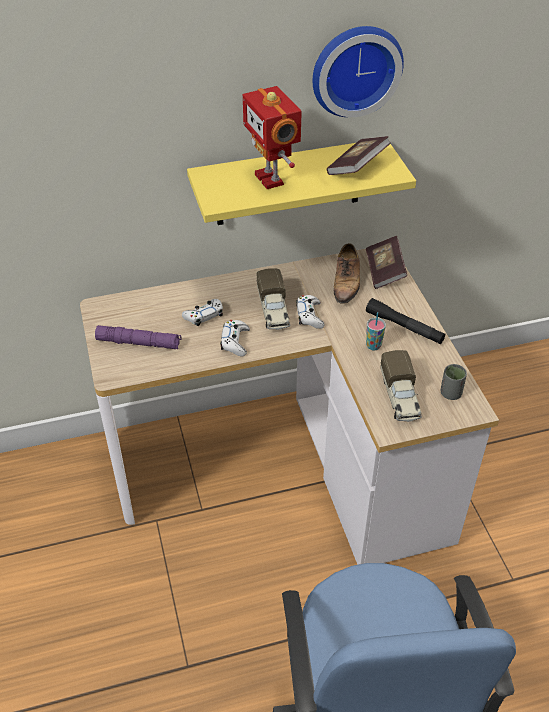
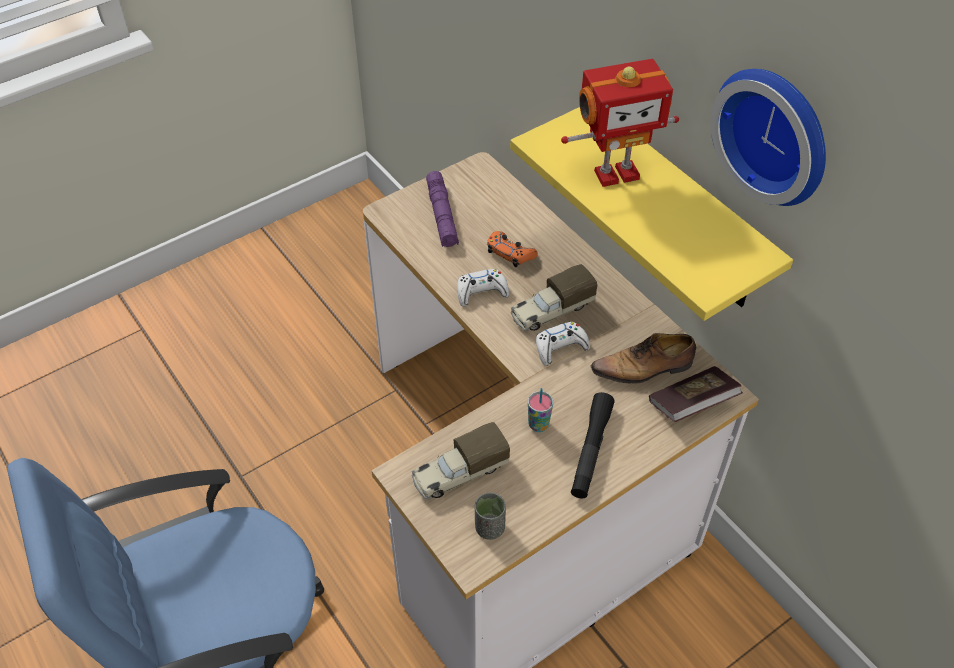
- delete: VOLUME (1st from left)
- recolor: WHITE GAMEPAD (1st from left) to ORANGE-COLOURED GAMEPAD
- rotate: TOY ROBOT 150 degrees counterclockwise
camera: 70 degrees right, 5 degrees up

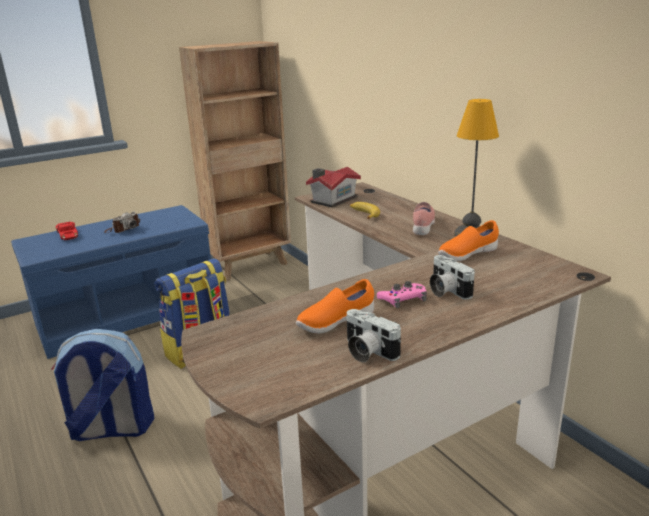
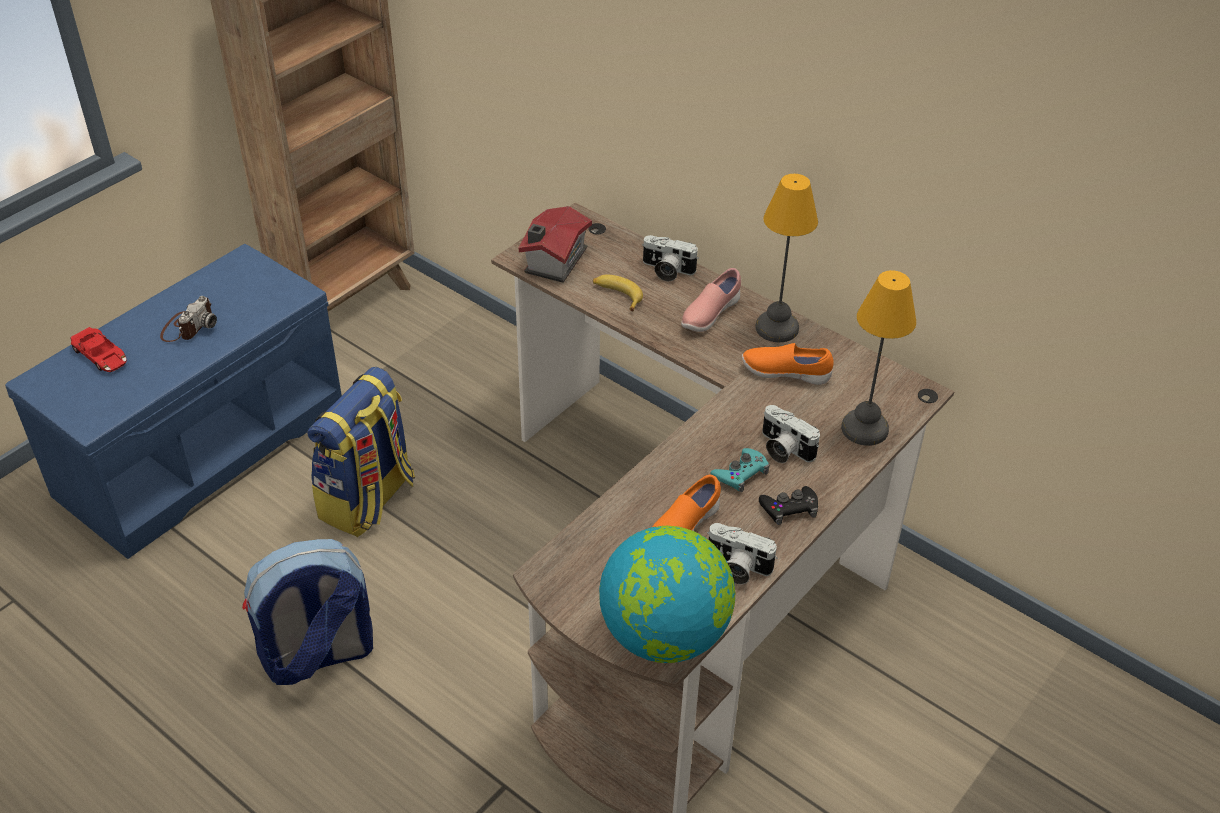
- insert: GLOBE
- insert: STILL CAMERA (2nd from left)
- insert: BLACKISH GAMEPAD
- insert: LAMP FOR A TABLE (2nd from left)
- recolor: PINK GAMEPAD to TURQUOISE GAMEPAD
- rotate: PINK ITEM OF FOOTWEAR 135 degrees counterclockwise
- rotate: ORANGE-COLOURED ITEM OF FOOTWEAR (2nd from left) 60 degrees clockwise
camera: 20 degrees left, 20 degrees up

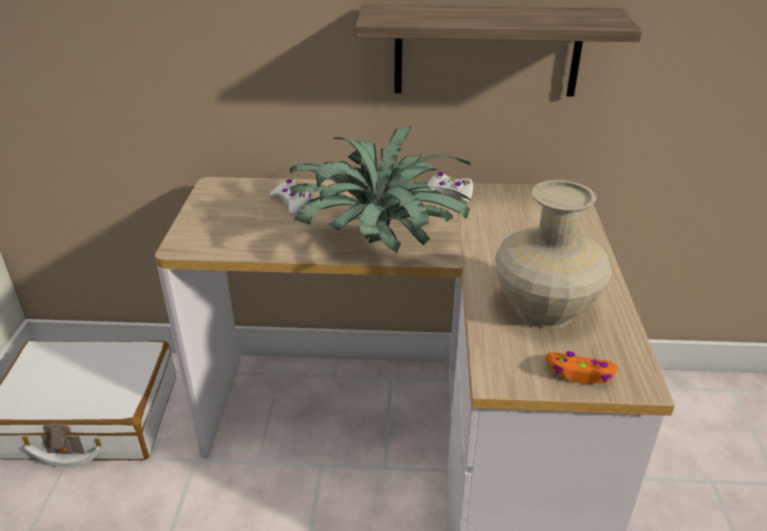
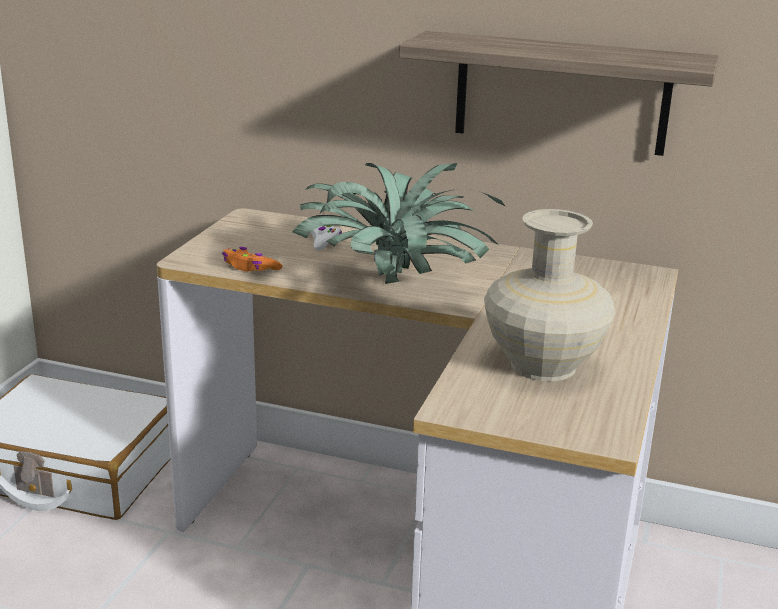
- delete: WHITE GAMEPAD (2nd from left)
- move: ORANGE-COLOURED GAMEPAD
camera: 15 degrees right, 10 degrees down

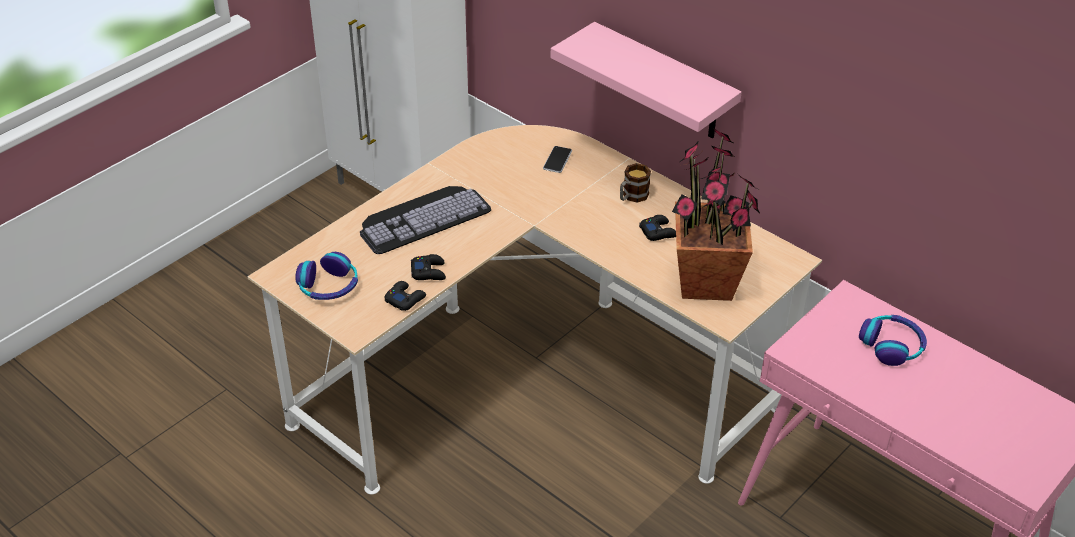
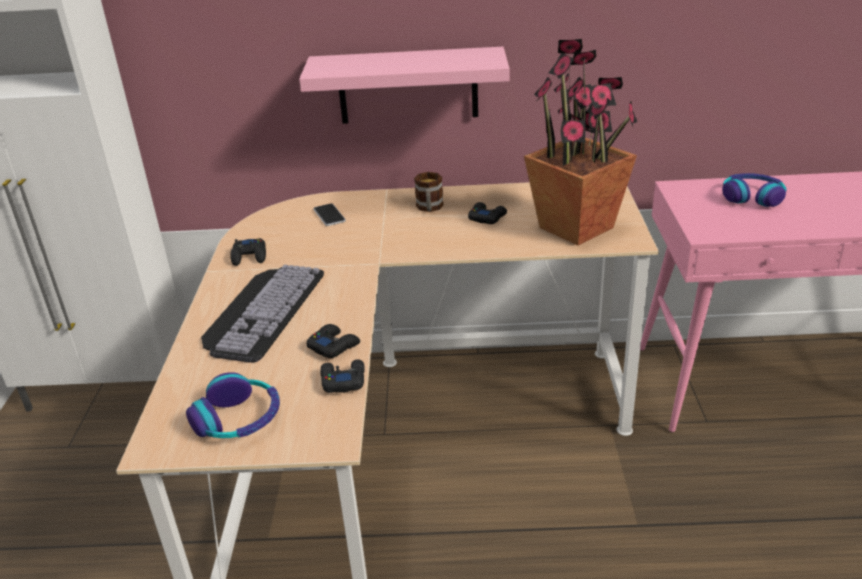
- insert: BLACKISH GAMEPAD (1st from left)
camera: 40 degrees left, 10 degrees down

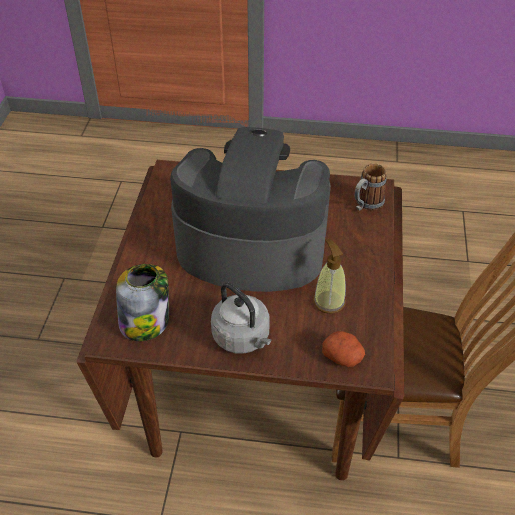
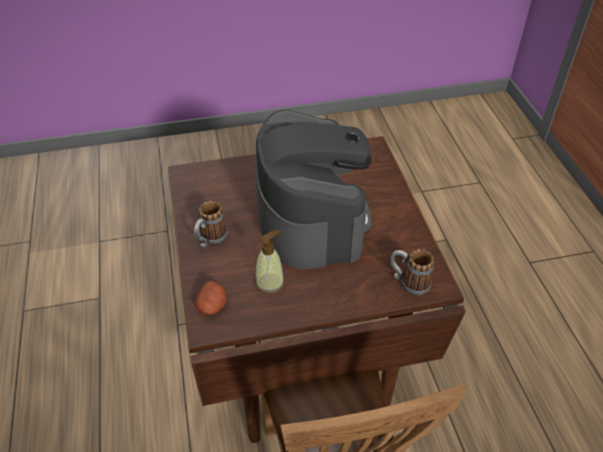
- delete: JAR
- replace: GRAY WATER KETTLE to TEA MUG (1st from left)
camera: 70 degrees right, 0 degrees up

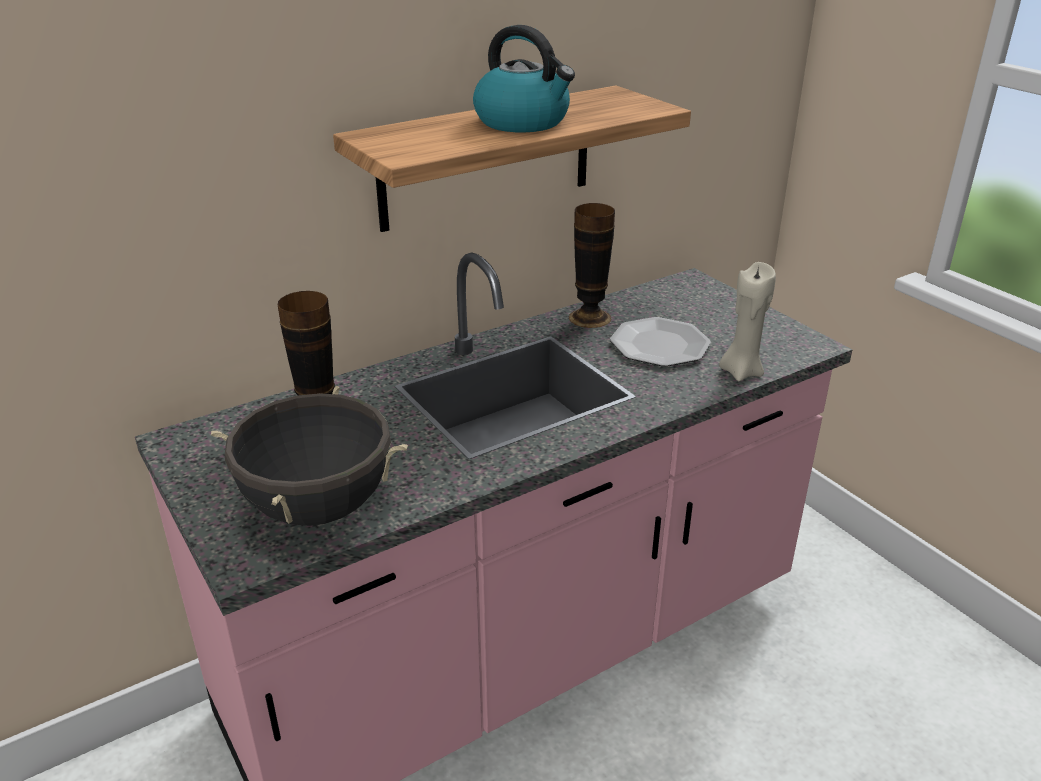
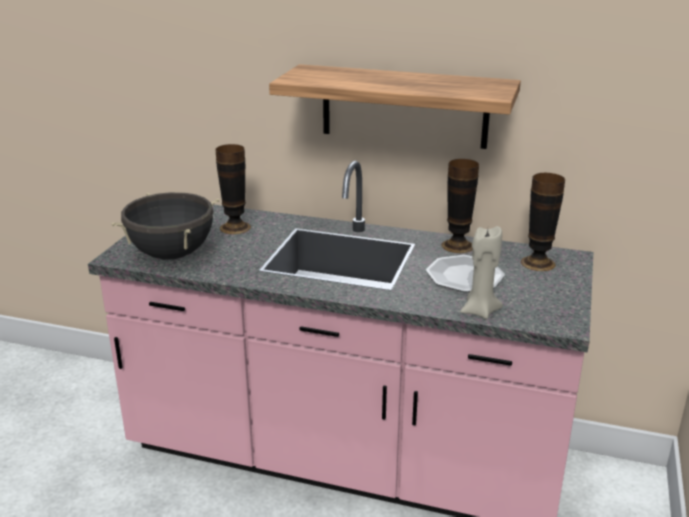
- delete: WATER KETTLE
- insert: DECORATIVE VASE (3rd from left)
camera: 50 degrees right, 5 degrees down

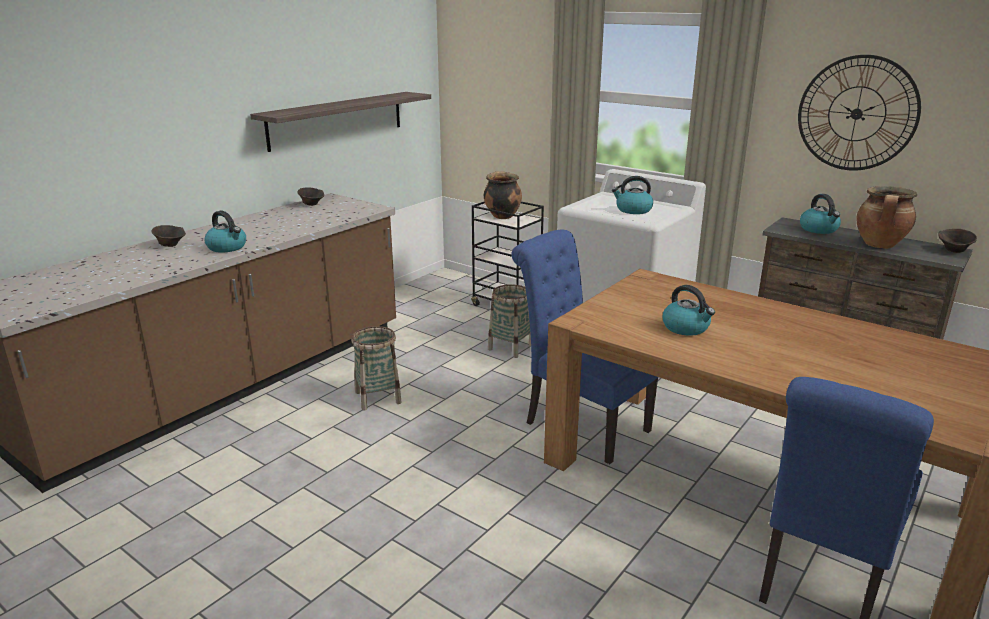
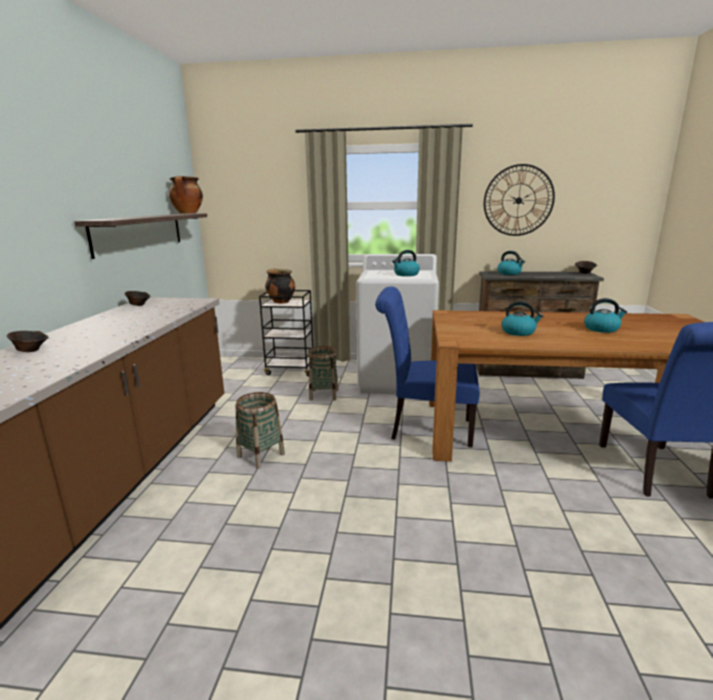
- move: WATER KETTLE (1st from left in the first image) to WATER KETTLE (4th from left)
- move: COOKING POT (2nd from left in the first image) to COOKING POT (1st from left)
camera: 30 degrees left, 5 degrees down

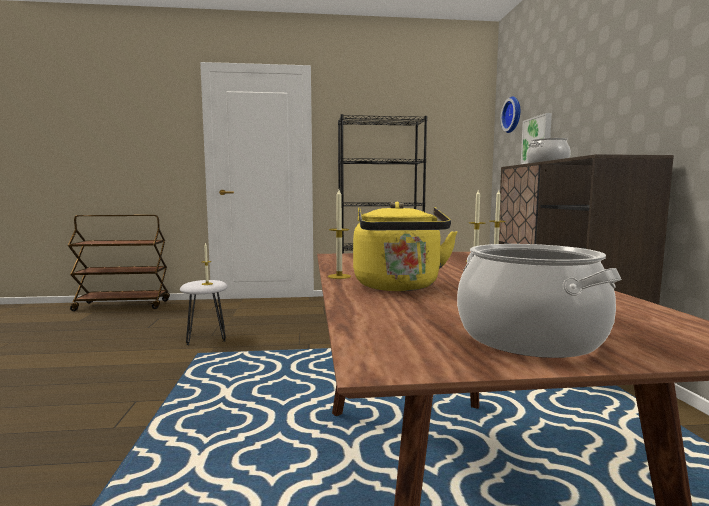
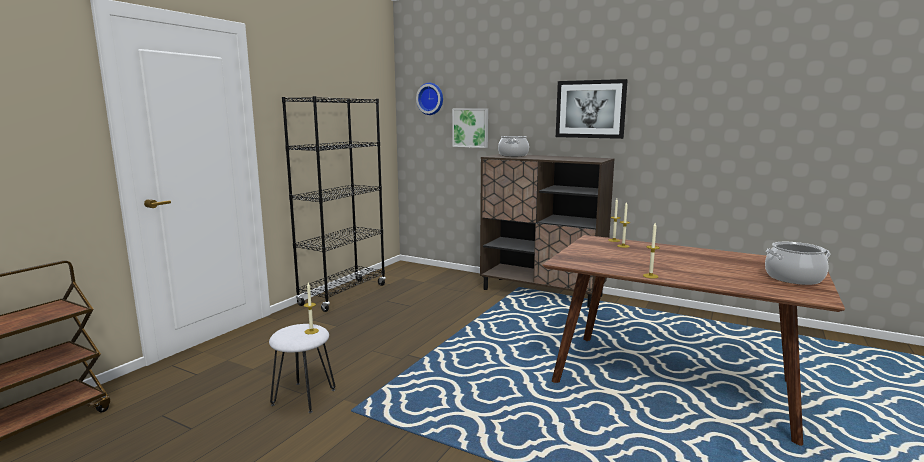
- delete: YELLOW-COLOURED WATER KETTLE
- insert: WALL ART (2nd from left)
camera: 55 degrees left, 5 degrees up

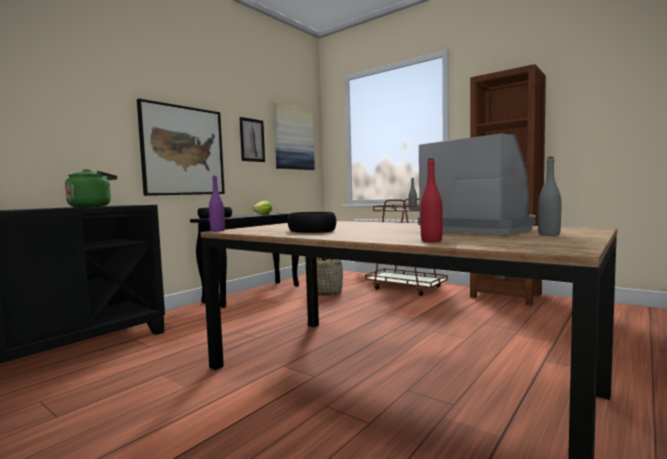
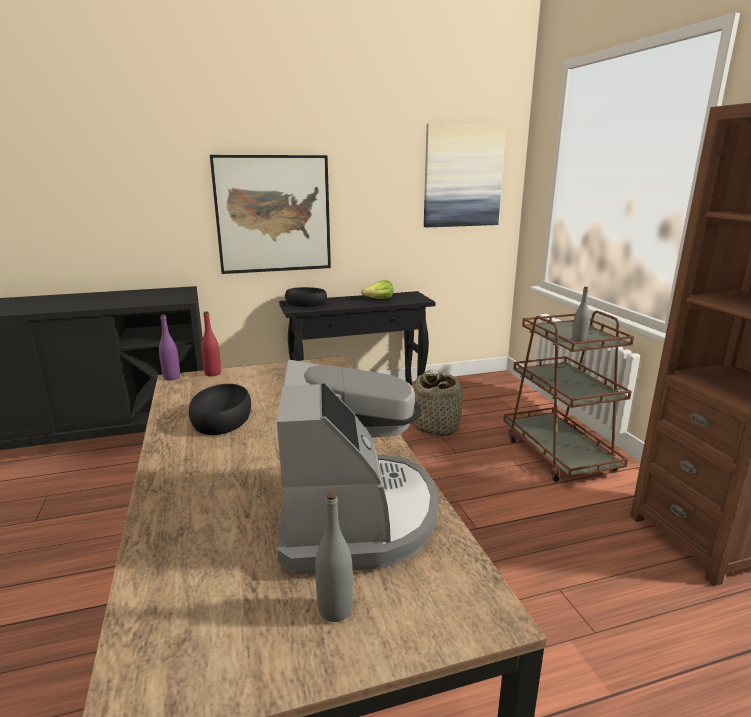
- delete: GREENISH WATER KETTLE
- delete: WALL ART (2nd from left)
- move: REDDISH BEVERAGE BOTTLE
camera: 35 degrees right, 15 degrees up

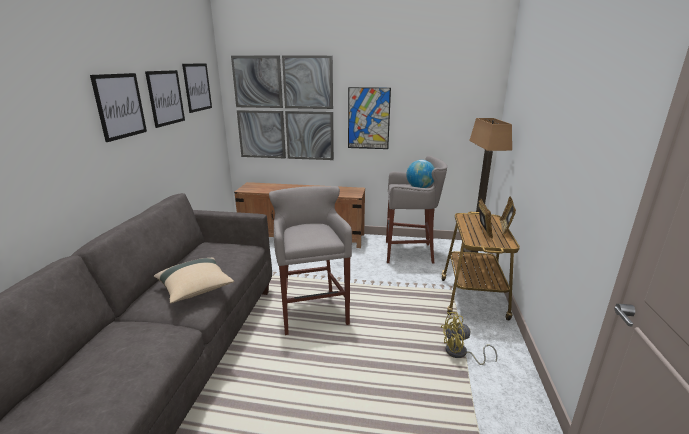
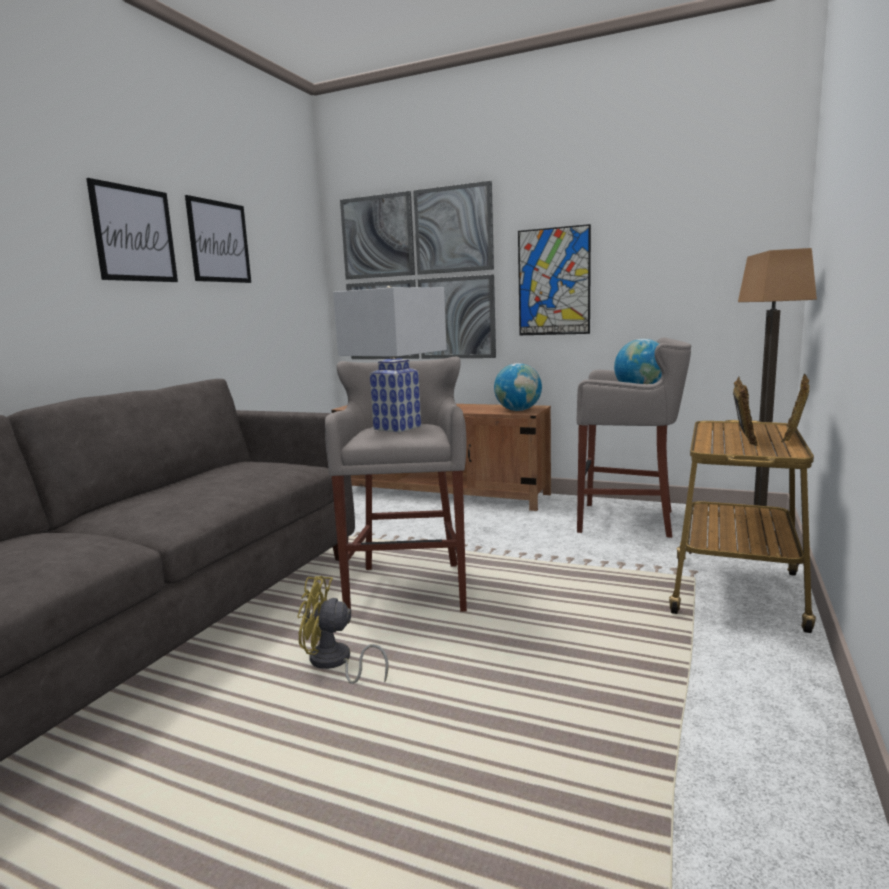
- delete: SAND-COLOURED CUSHION
- delete: WALL ART (3rd from left)
- insert: WHITE LAMP FOR A TABLE
- insert: GLOBE (1st from left)
- move: YELLOW-COLOURED ELECTRIC FAN
camera: 15 degrees right, 10 degrees down

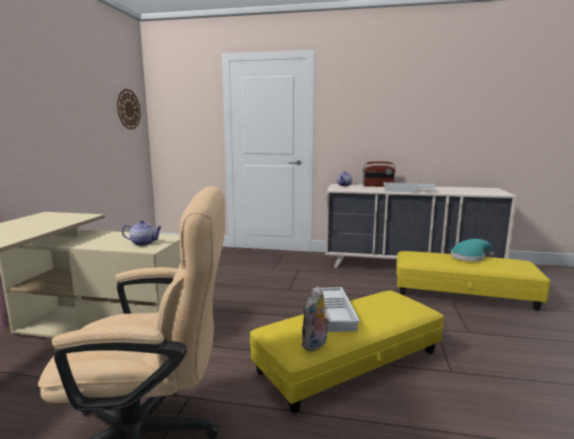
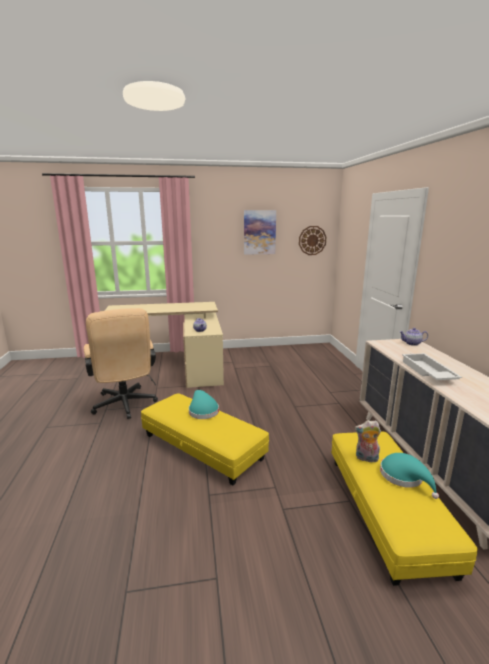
- delete: RADIO
- insert: WALL ART
- move: CUDDLY TOY
- replace: WHITE TRAY (1st from left) to TURQUOISE CLOTHING HAT (1st from left)
camera: 70 degrees right, 5 degrees up

